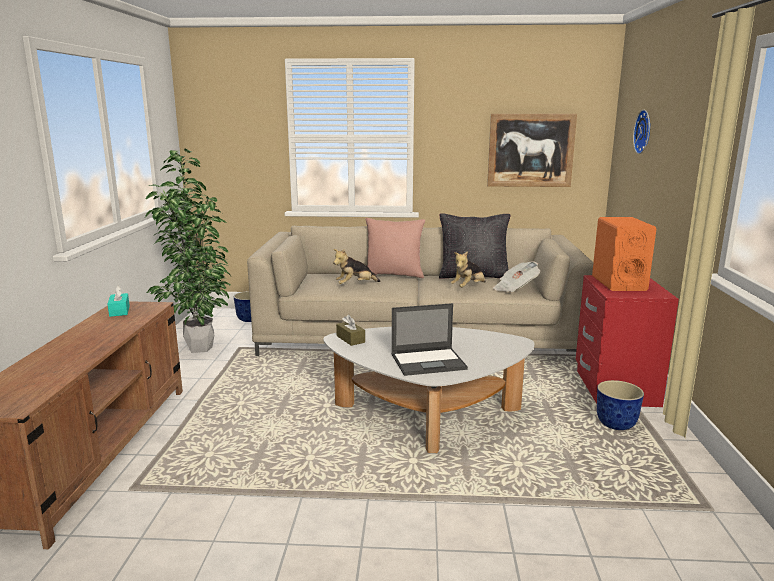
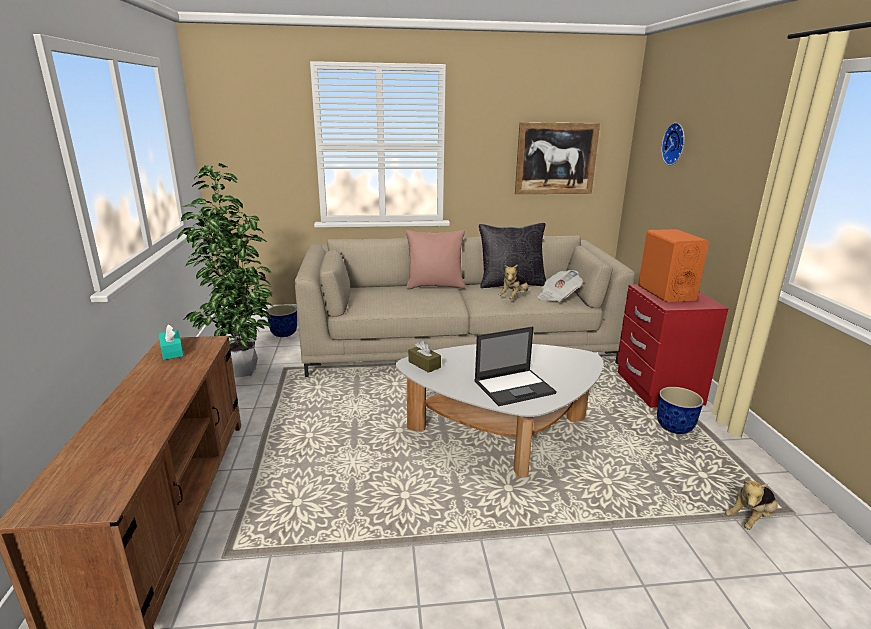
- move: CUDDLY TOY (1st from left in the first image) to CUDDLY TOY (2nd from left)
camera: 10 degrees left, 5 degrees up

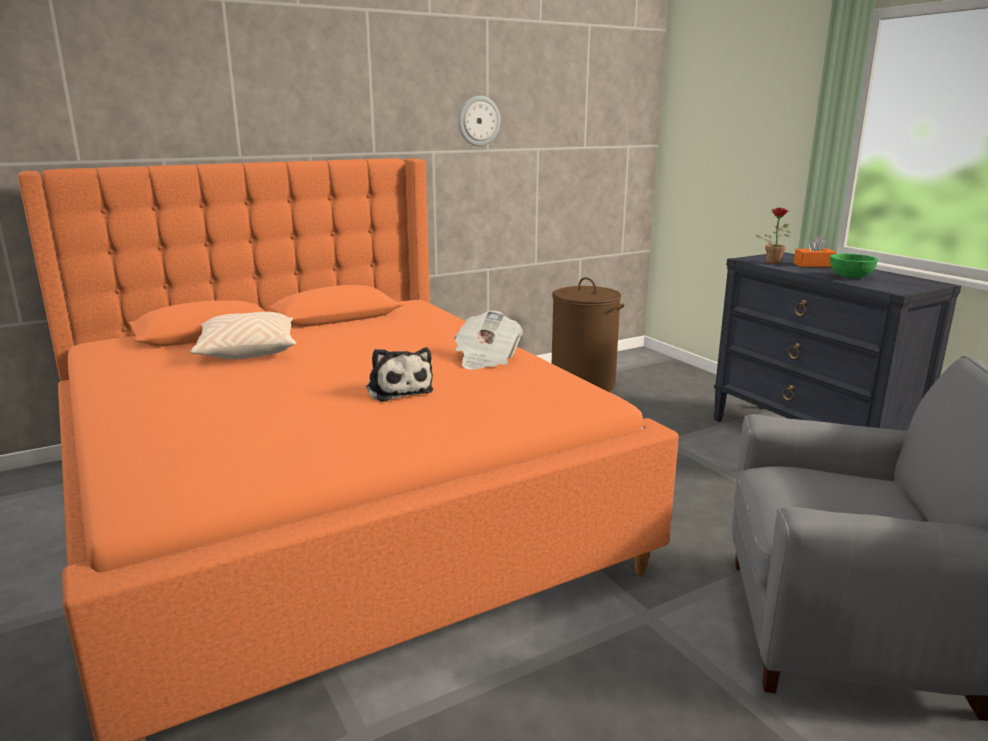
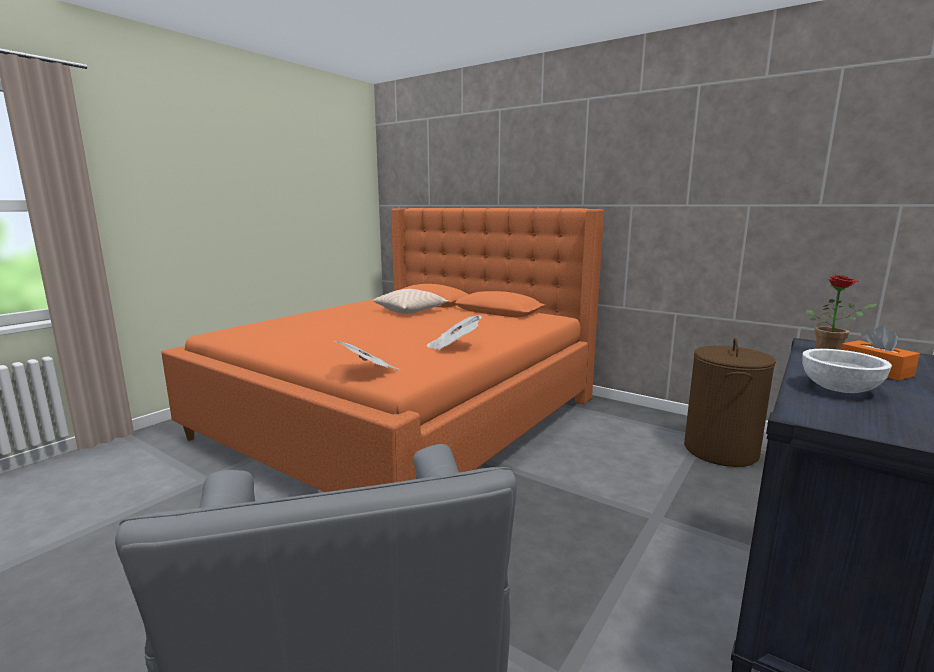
- delete: CUDDLY TOY
- delete: HANGING CLOCK
- insert: DAILY PAPER (1st from left)
- recolor: GREENISH DEEP DISH to WHITE DEEP DISH
camera: 65 degrees right, 5 degrees down

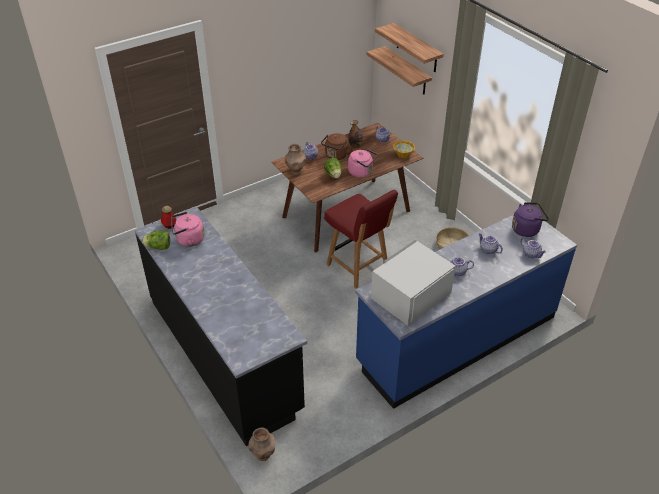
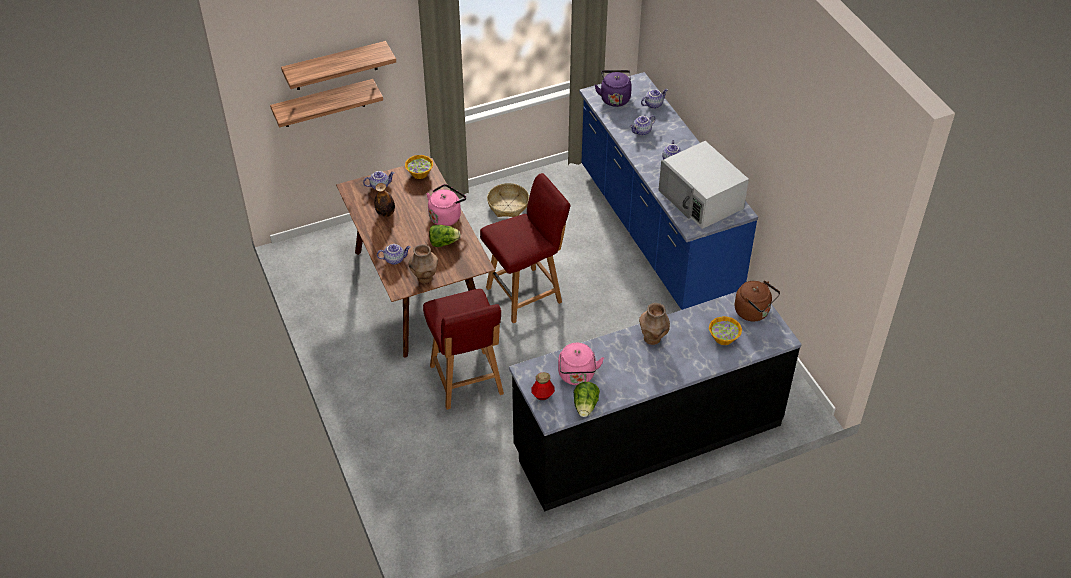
- insert: REDDISH CHAIR (1st from left)
- insert: DEEP DISH (2nd from left)
- move: BROWNISH DECORATIVE VASE (1st from left in the first image) to BROWNISH DECORATIVE VASE (2nd from left)
- move: BROWNISH WATER KETTLE
camera: 80 degrees left, 5 degrees up

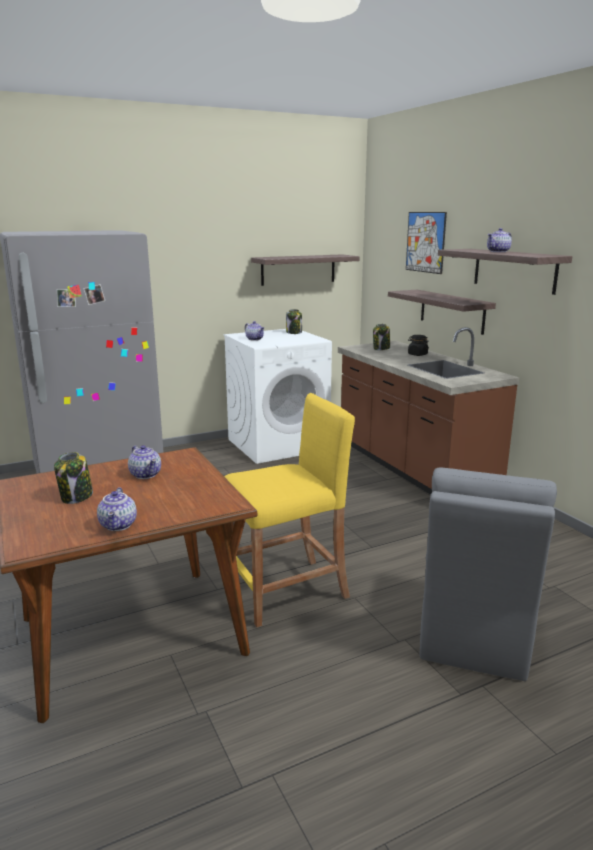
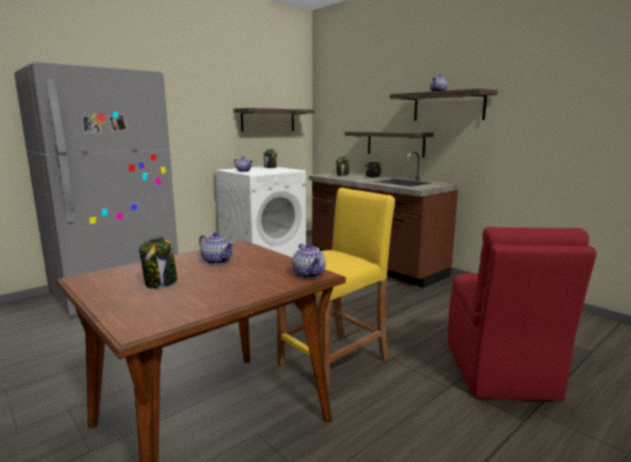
- delete: WALL ART
- move: POT FOR TEA (1st from left in the first image) to POT FOR TEA (3rd from left)
- recolor: GRAY CHAIR to REDDISH CHAIR
camera: 15 degrees left, 5 degrees down

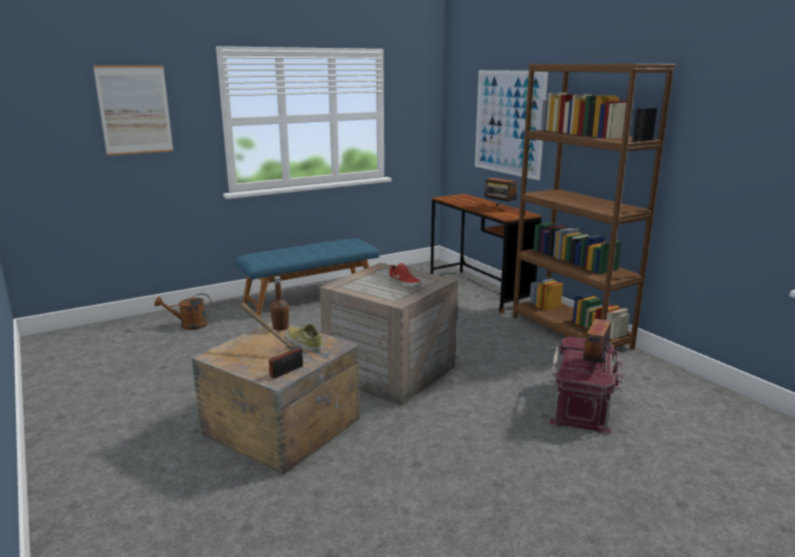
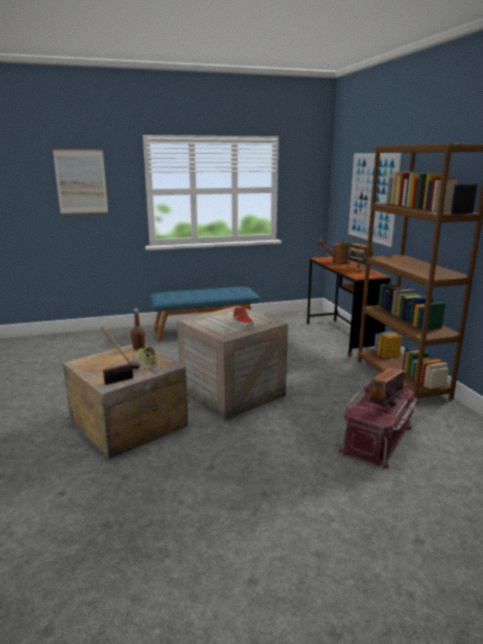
- move: BROWNISH WATERING CAN
camera: 15 degrees right, 0 degrees up

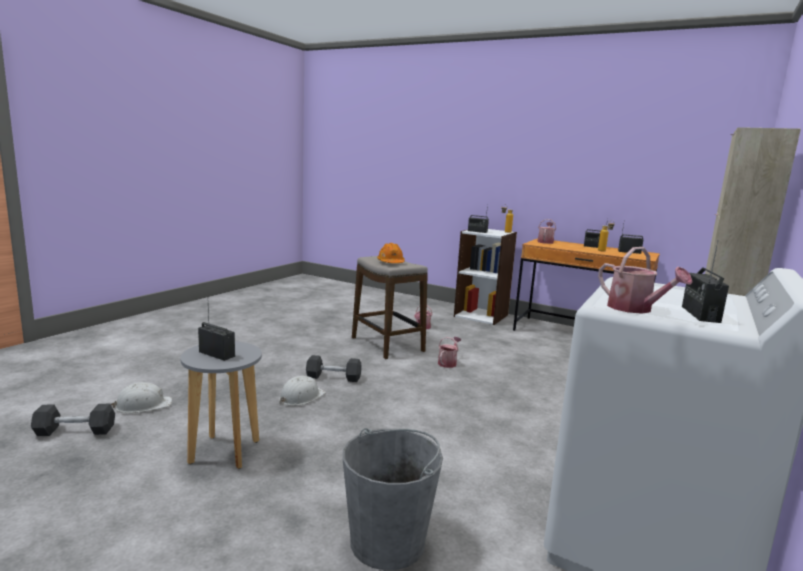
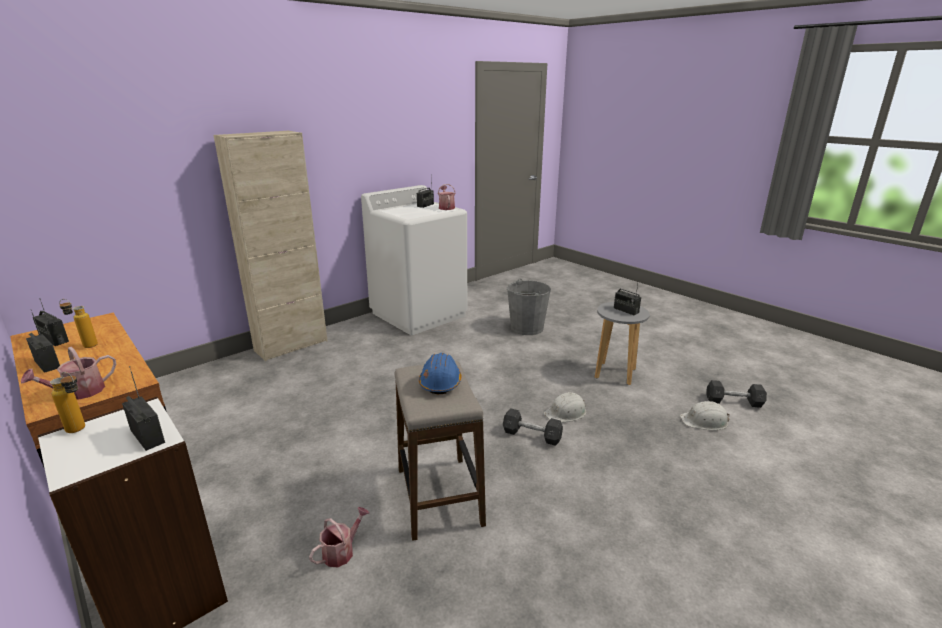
- delete: WATERING CAN (2nd from left)
- recolor: ORANGE-COLOURED SAFETY HELMET to BLUISH SAFETY HELMET
camera: 160 degrees left, 10 degrees up

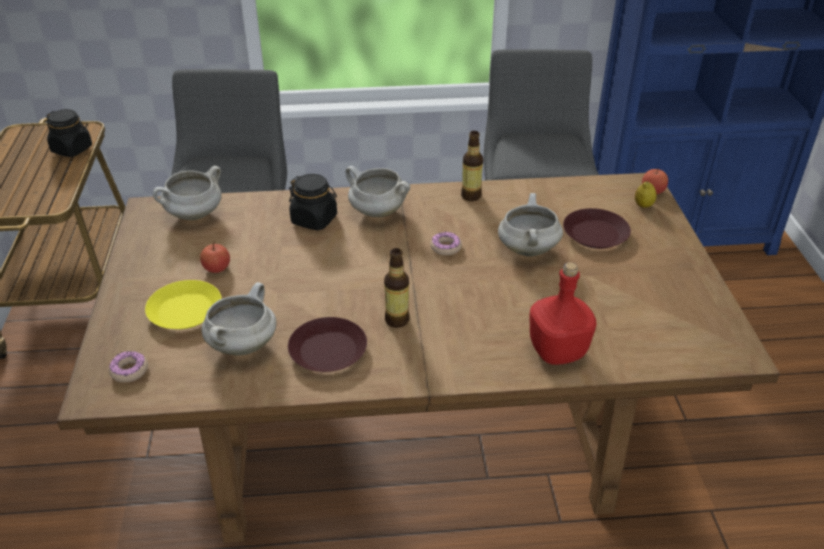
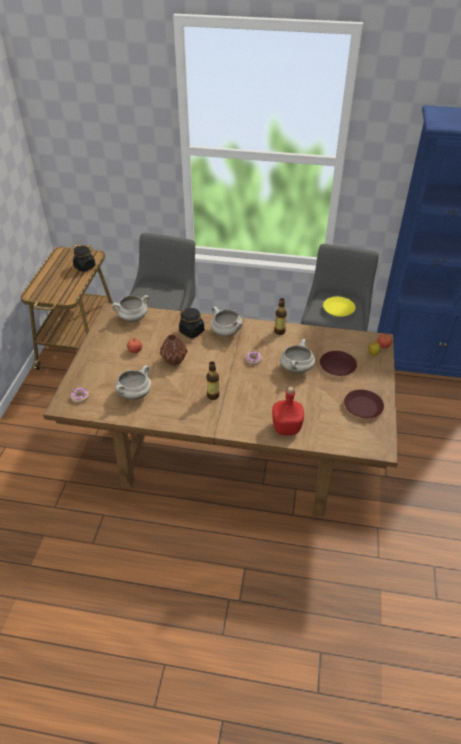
- insert: BROWNISH DECORATIVE VASE
- move: YELLOW-COLOURED PLATE
- move: BROWNISH PLATE (1st from left in the first image) to BROWNISH PLATE (2nd from left)
camera: 15 degrees right, 5 degrees up

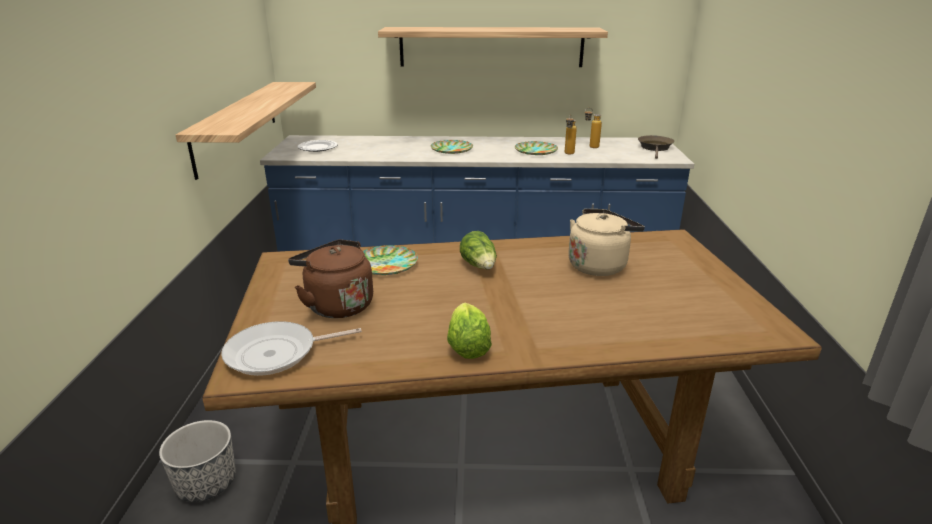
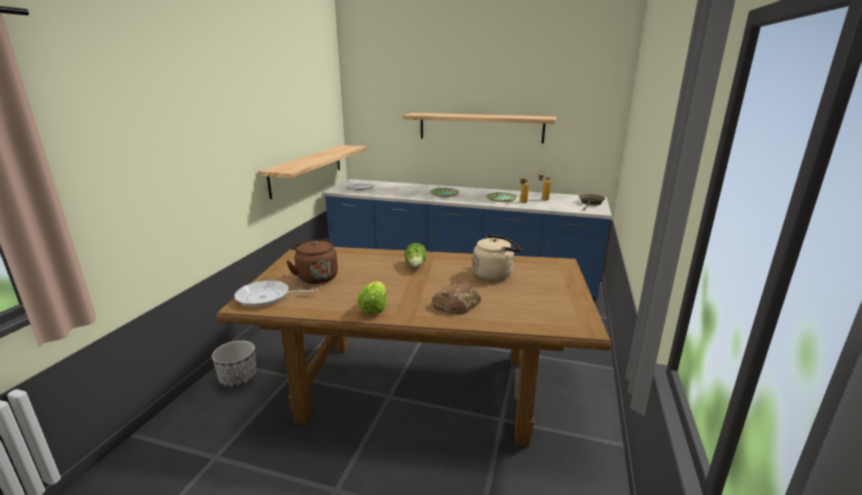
- delete: PLATE (2nd from left)
- insert: BAKED BREAD
camera: 15 degrees right, 5 degrees down

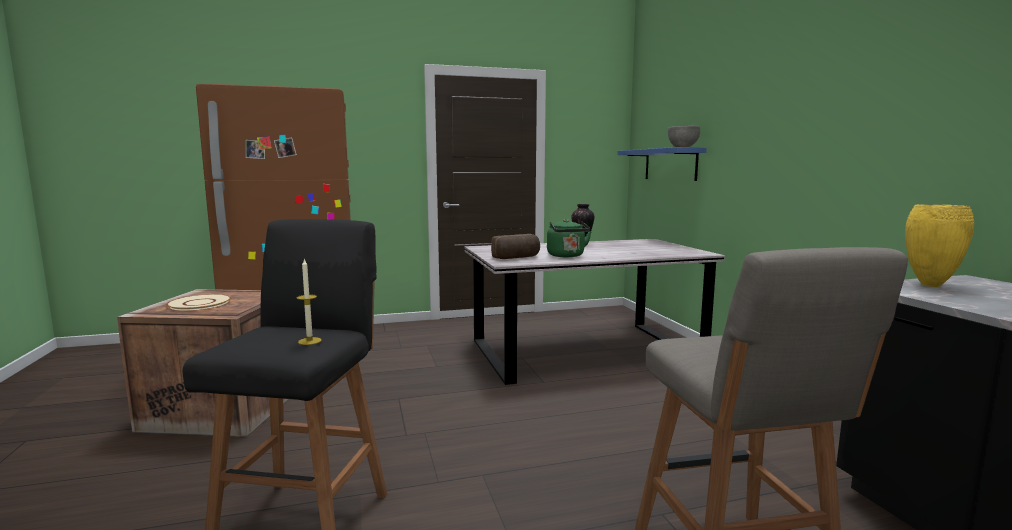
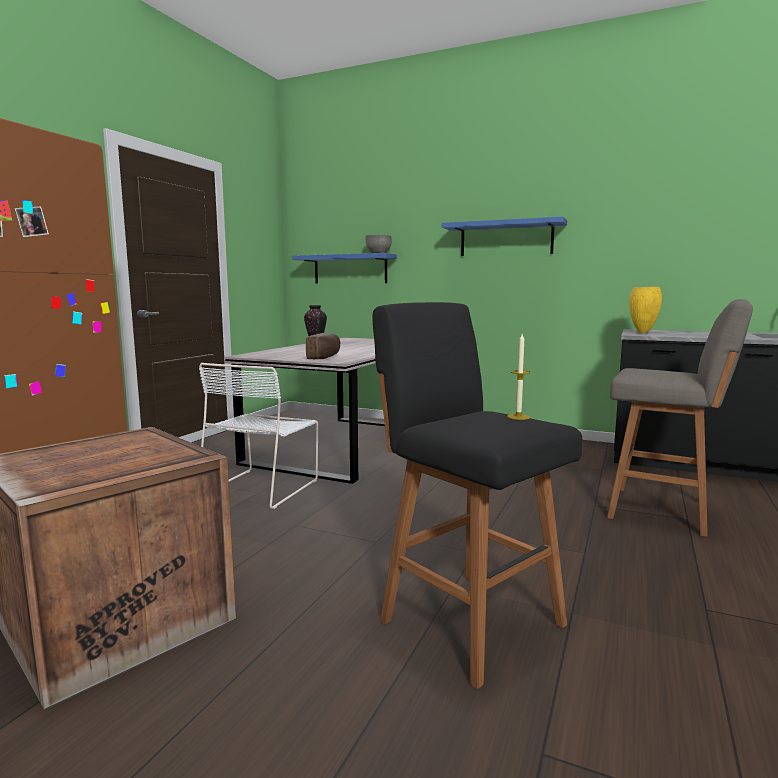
- delete: SAND-COLOURED PLATE
- delete: GREENISH WATER KETTLE
- insert: WHITE CHAIR
- insert: BLUISH SHELF (2nd from left)
camera: 50 degrees left, 0 degrees up

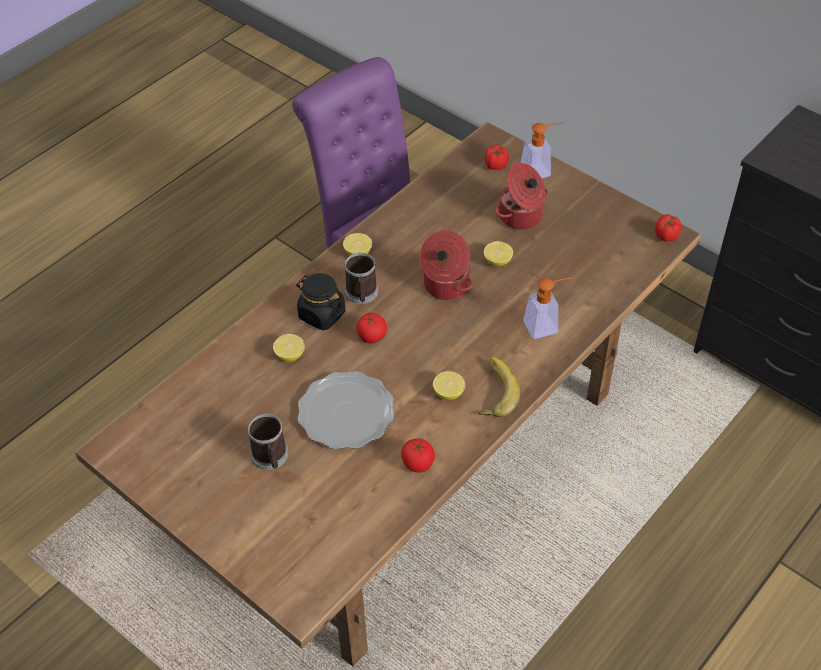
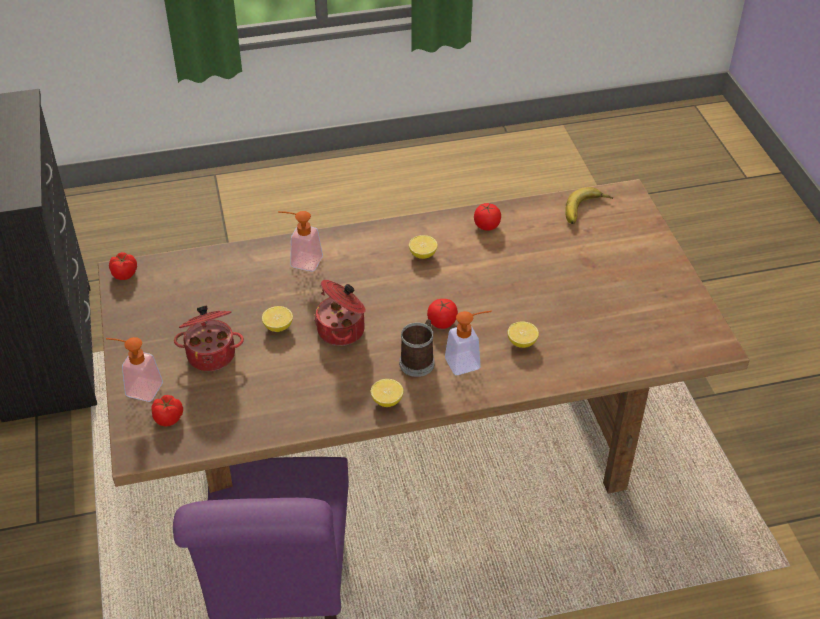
- delete: TEA MUG (1st from left)
- delete: PLATE
- move: BANANA
- replace: BLACKISH JAR to SOAP BOTTLE (3rd from left)
camera: 145 degrees left, 5 degrees down

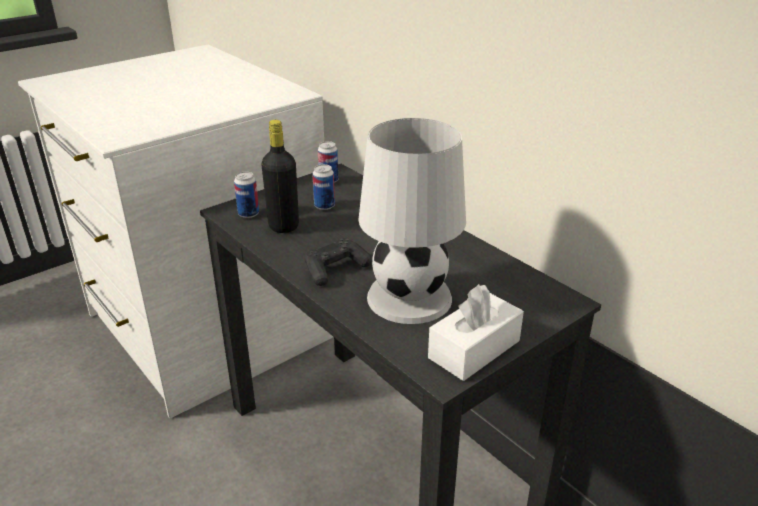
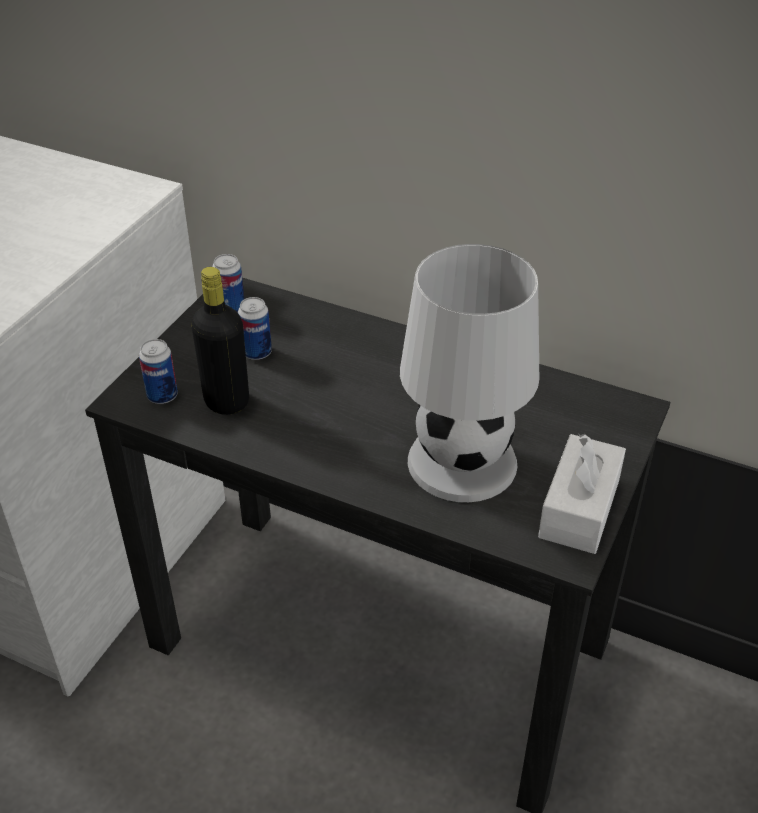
- delete: BLACKISH GAMEPAD
camera: 25 degrees left, 10 degrees up

